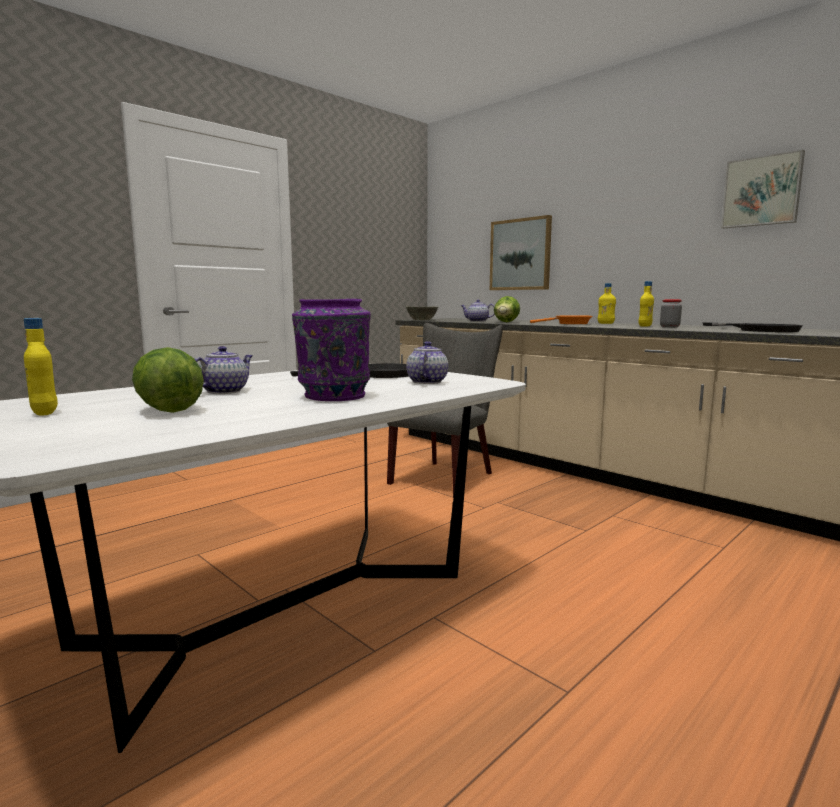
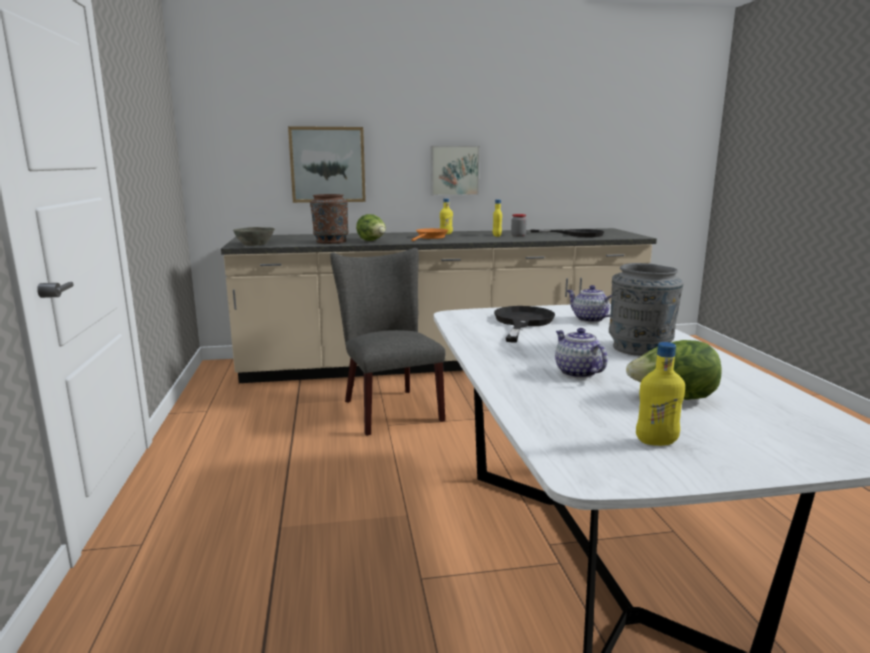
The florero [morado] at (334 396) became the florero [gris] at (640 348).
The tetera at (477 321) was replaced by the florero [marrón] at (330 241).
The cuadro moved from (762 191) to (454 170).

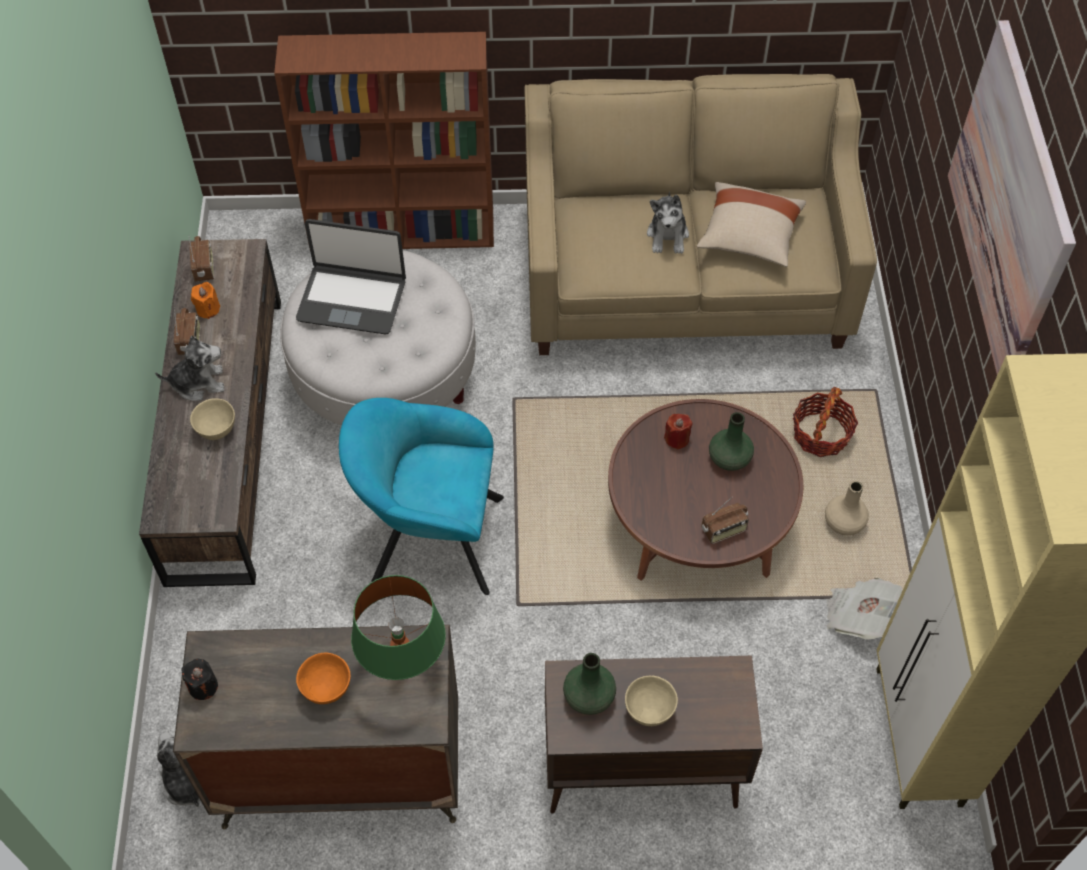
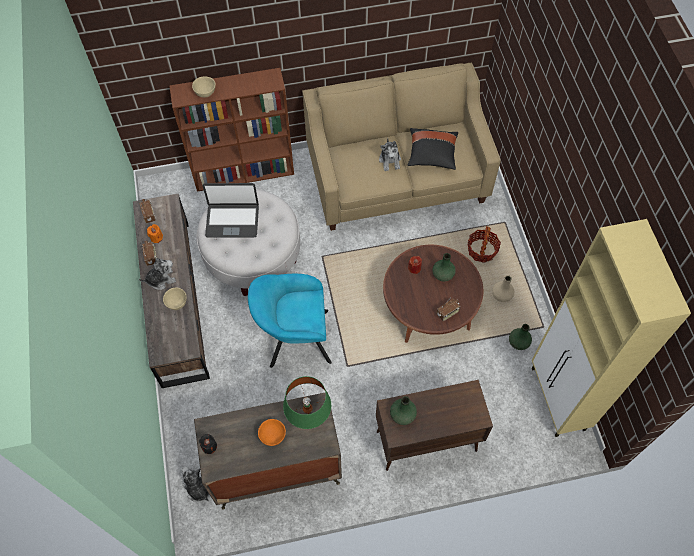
The cuenco [beis] moved from (650 710) to (206 93).
The cojín [beis] at (749 236) became the cojín [negro] at (431 155).
The periódico at (859 616) was replaced by the florero [verde] at (518 342).
The cuadro at (1009 205) disappeared.

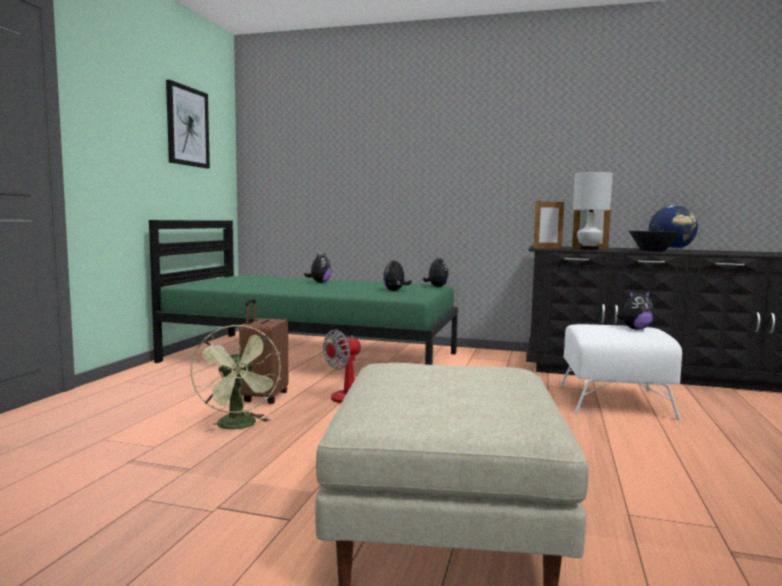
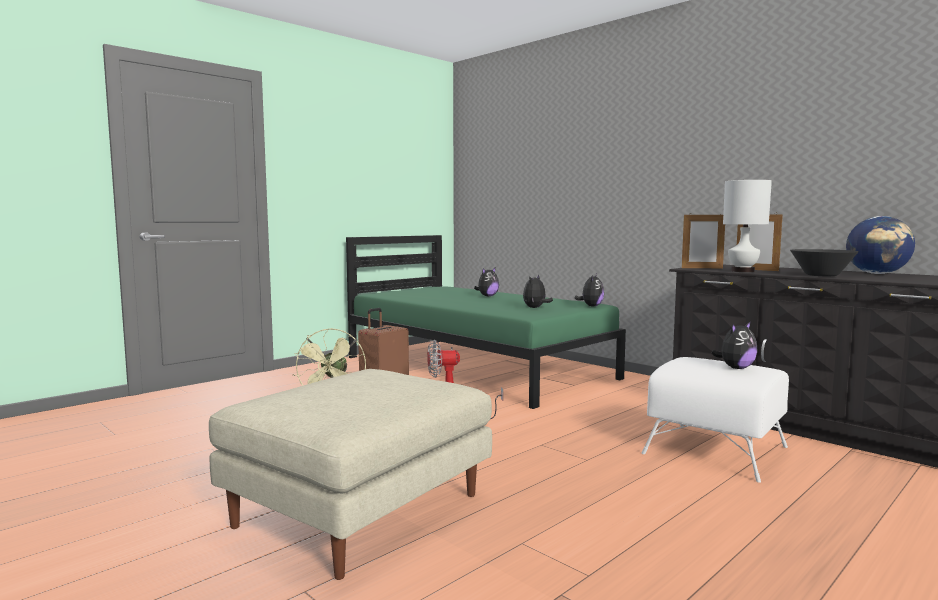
The cuadro at (187 126) disappeared.
The peluche at (635 329) turned 45 degrees counterclockwise.

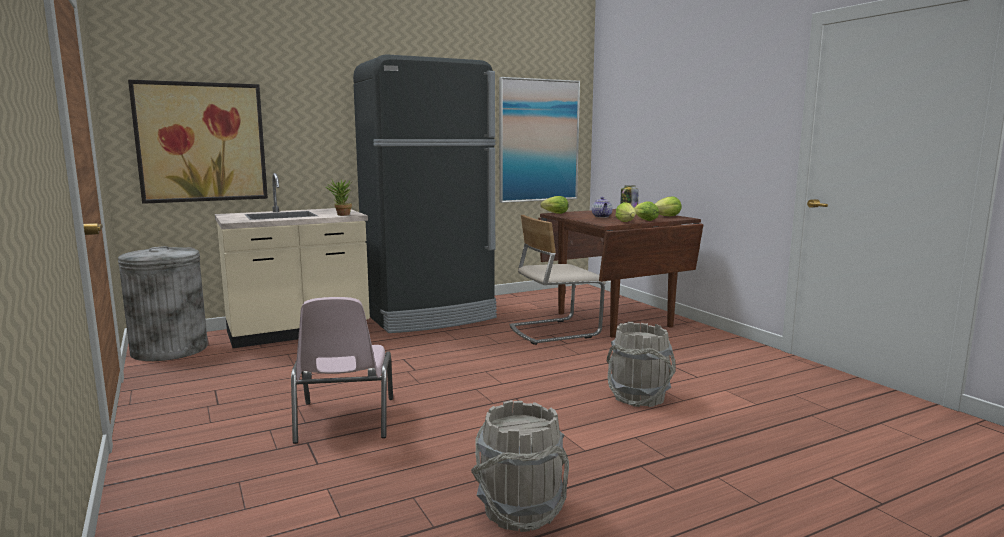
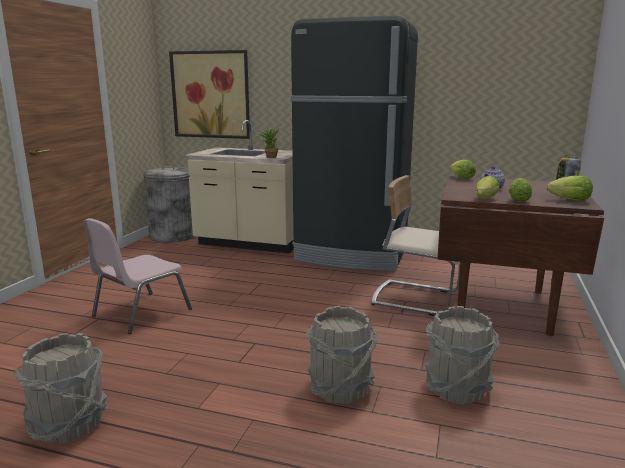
The cuadro at (539 140) disappeared.
The cubo [gris] at (456 389) appeared.

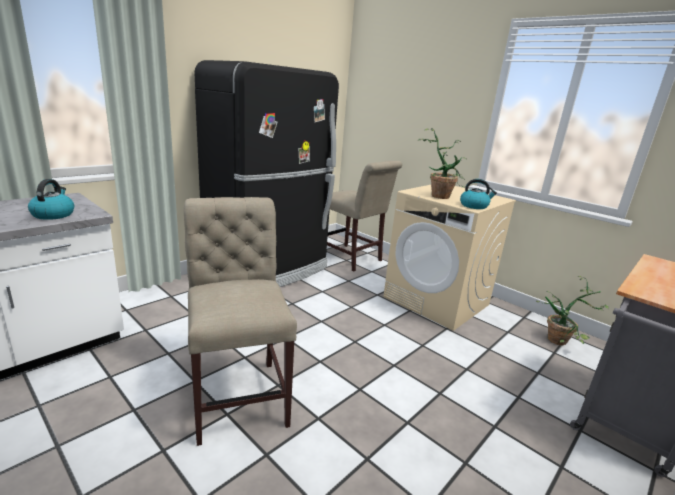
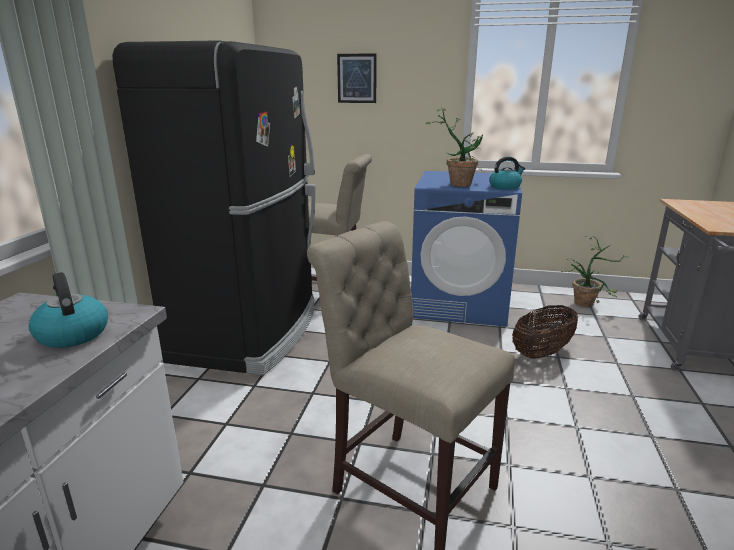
The lavadora [beis] at (437 301) became the lavadora [azul] at (460 303).
The cuadro at (357 78) appeared.
The cesta at (542 352) appeared.

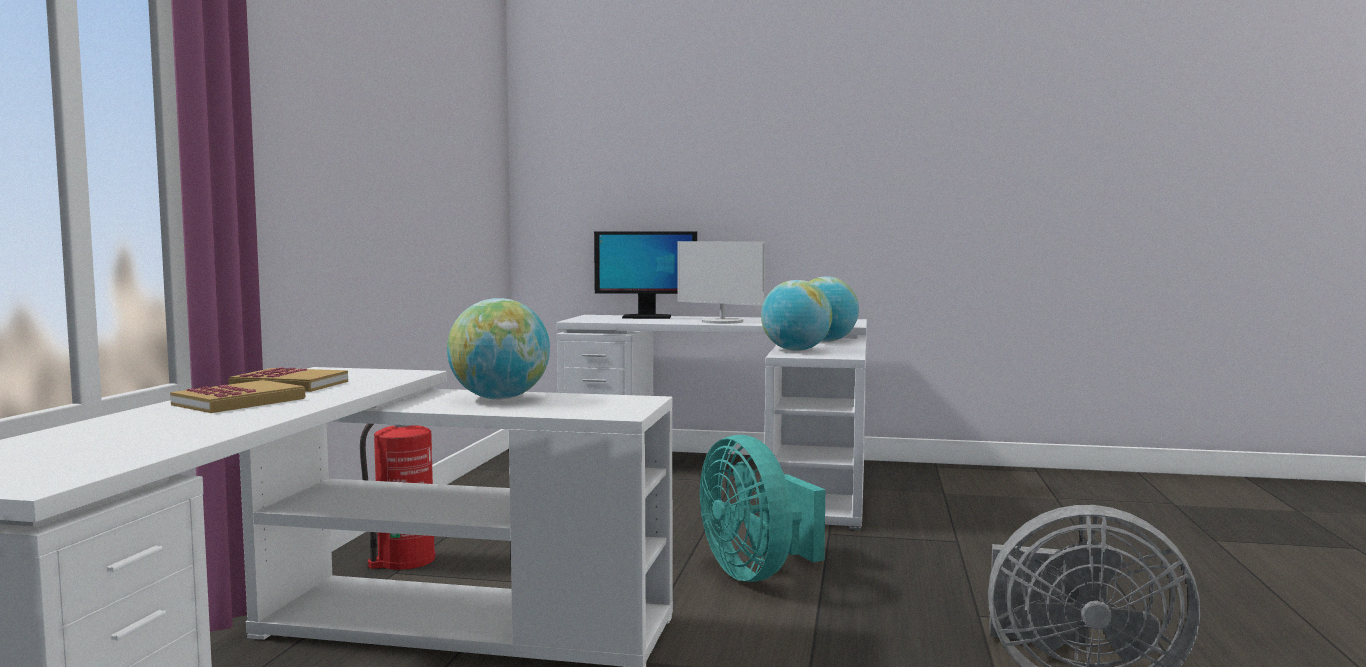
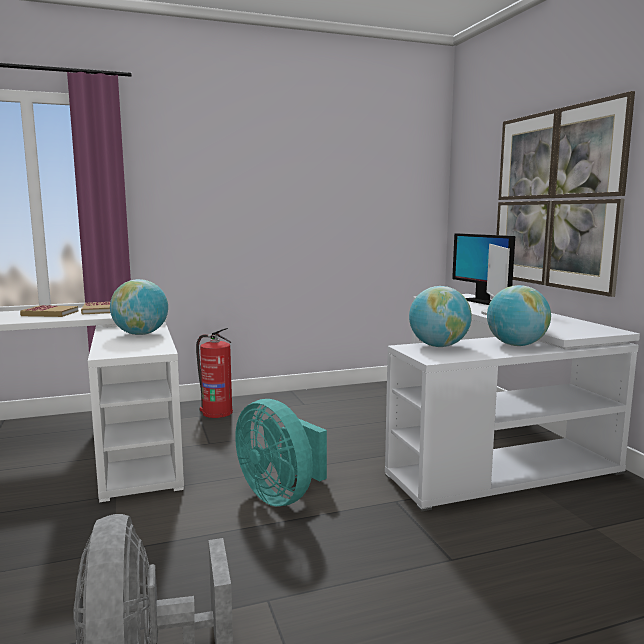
The ventilador [turquesa] at (756 573) turned 75 degrees counterclockwise.
The cuadro at (555 199) appeared.

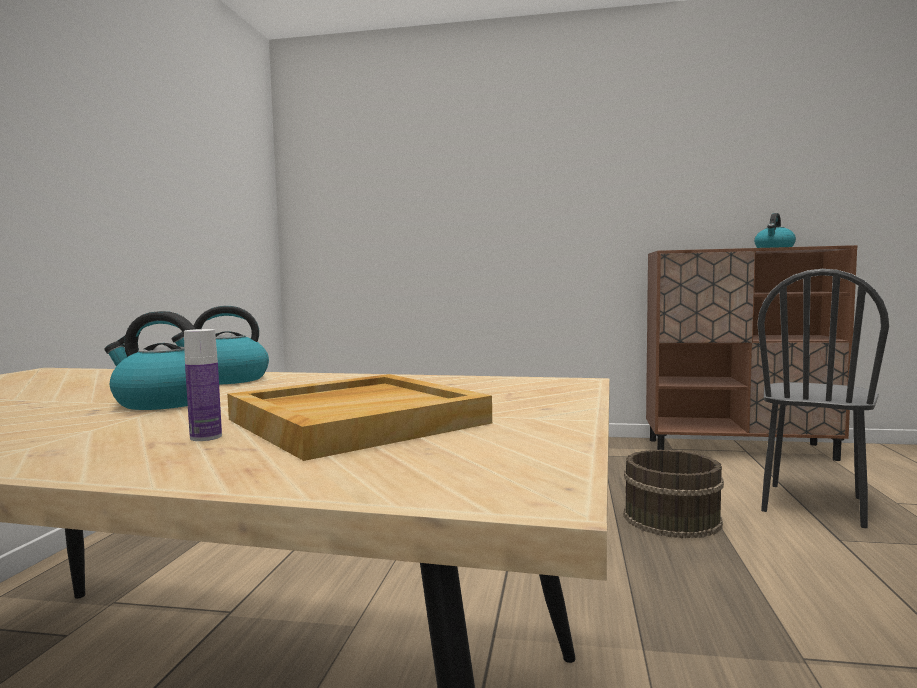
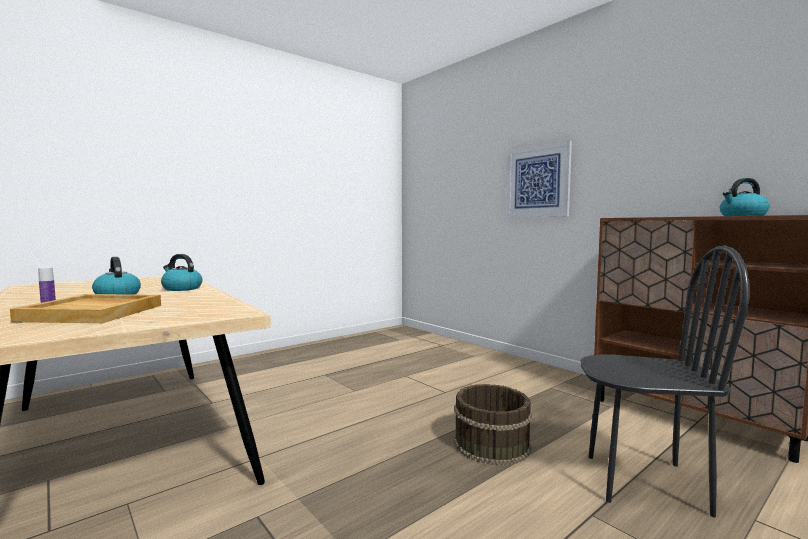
The silla [negro] at (813 505) turned 150 degrees counterclockwise.
The cuadro at (537 181) appeared.

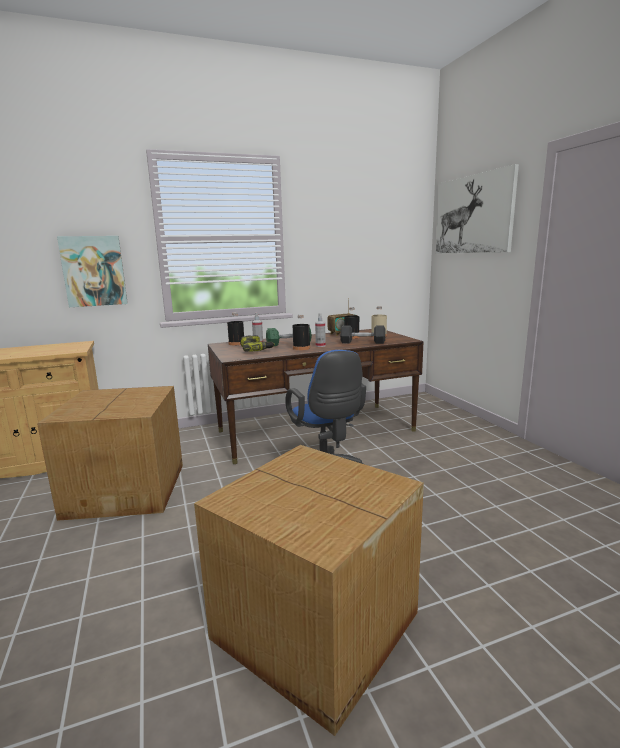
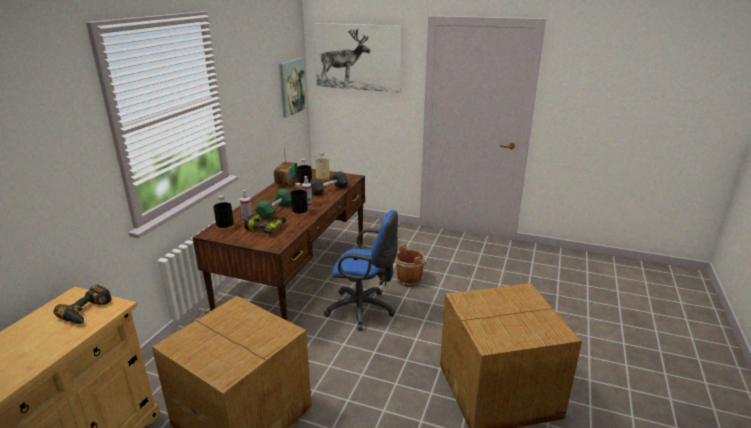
The cuadro moved from (94 271) to (291 87).
The taladro at (88 312) appeared.
The cubo [marrón] at (410 279) appeared.

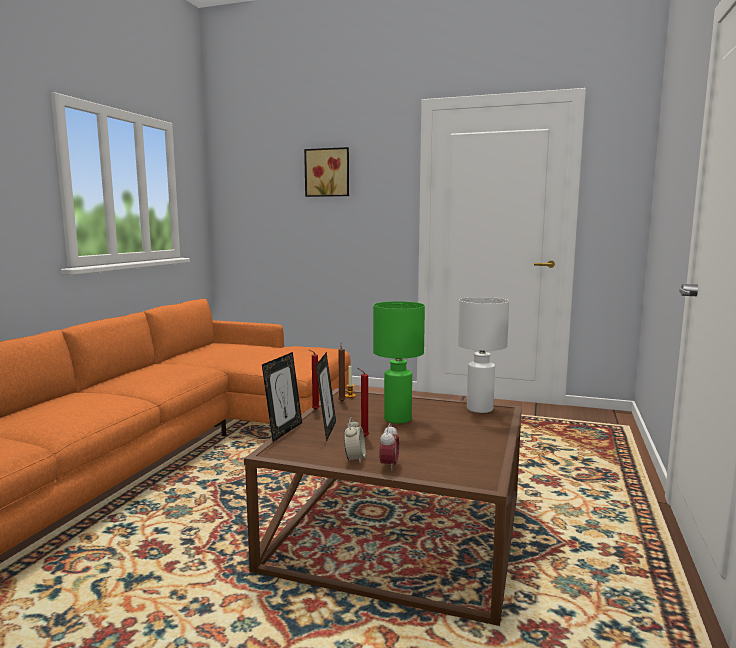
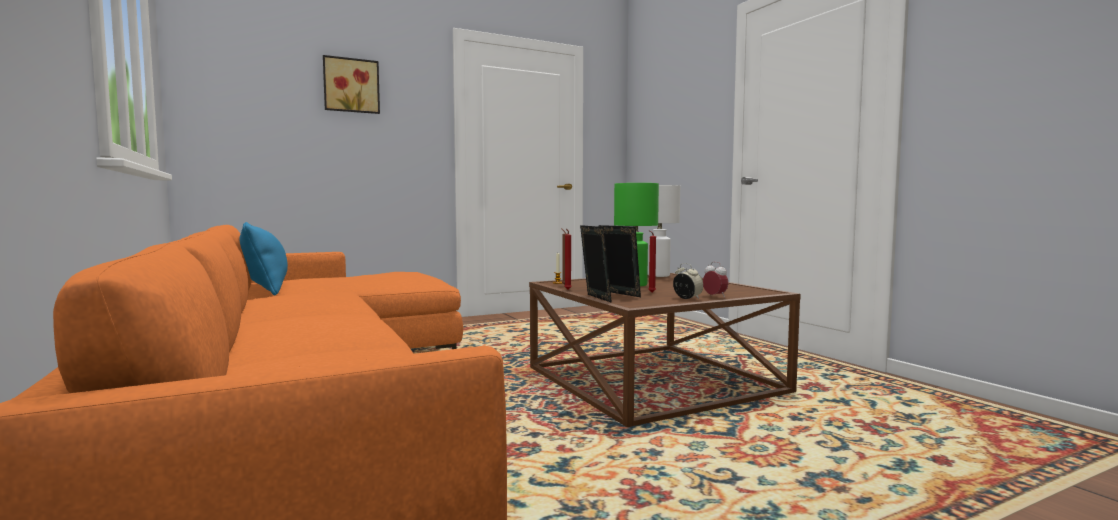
The cojín [azul] at (263 287) appeared.

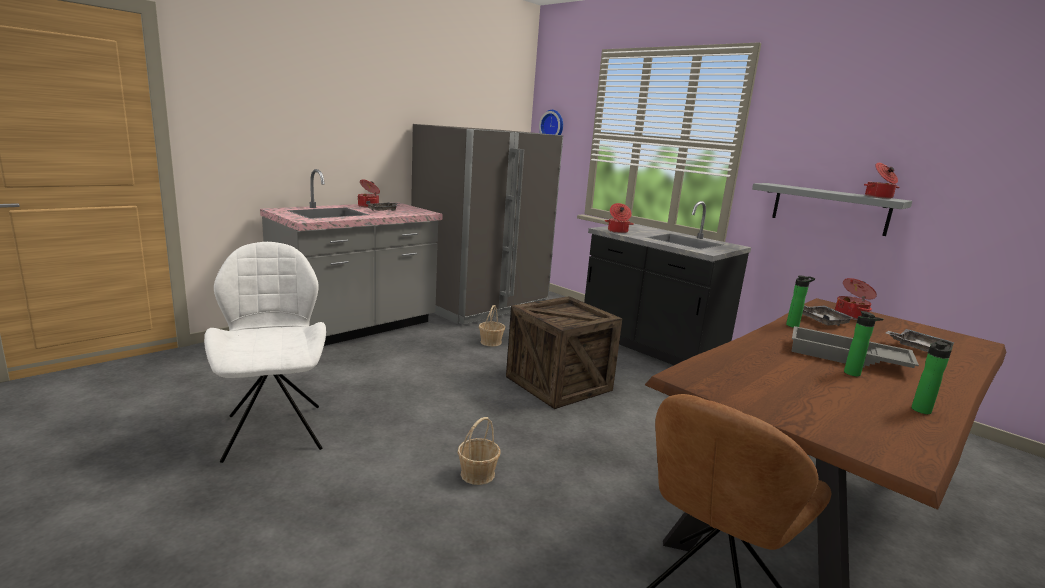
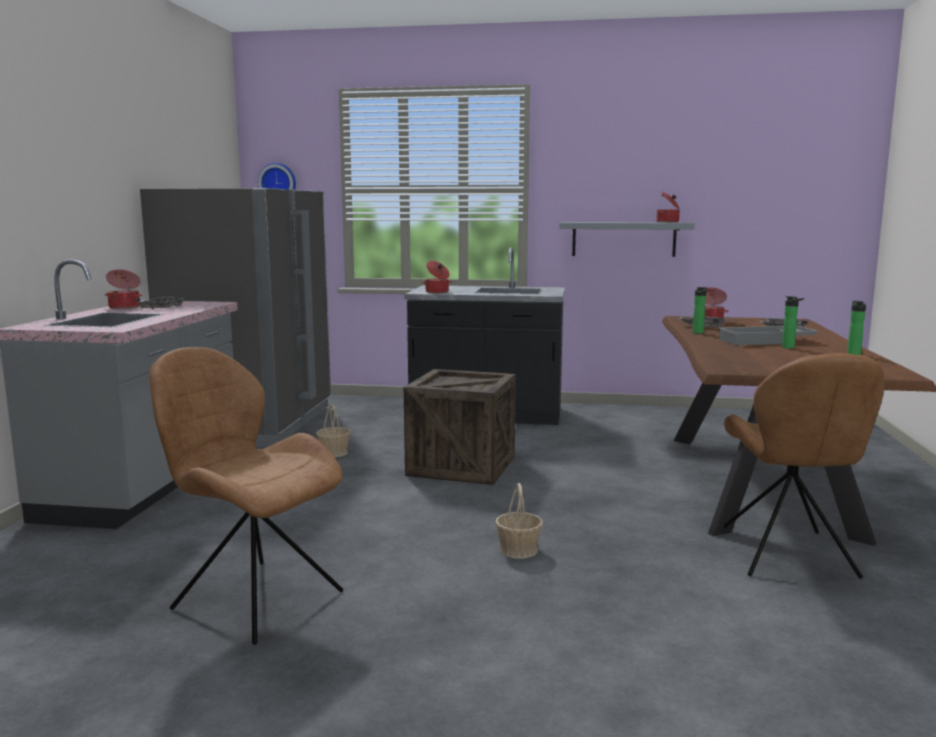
The silla [blanco] at (274 430) became the silla [marrón] at (254 598).

